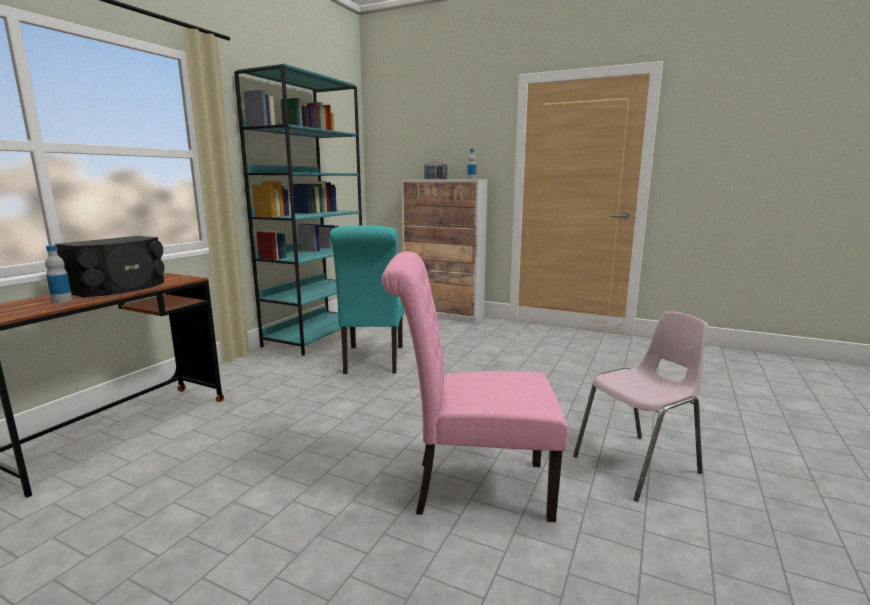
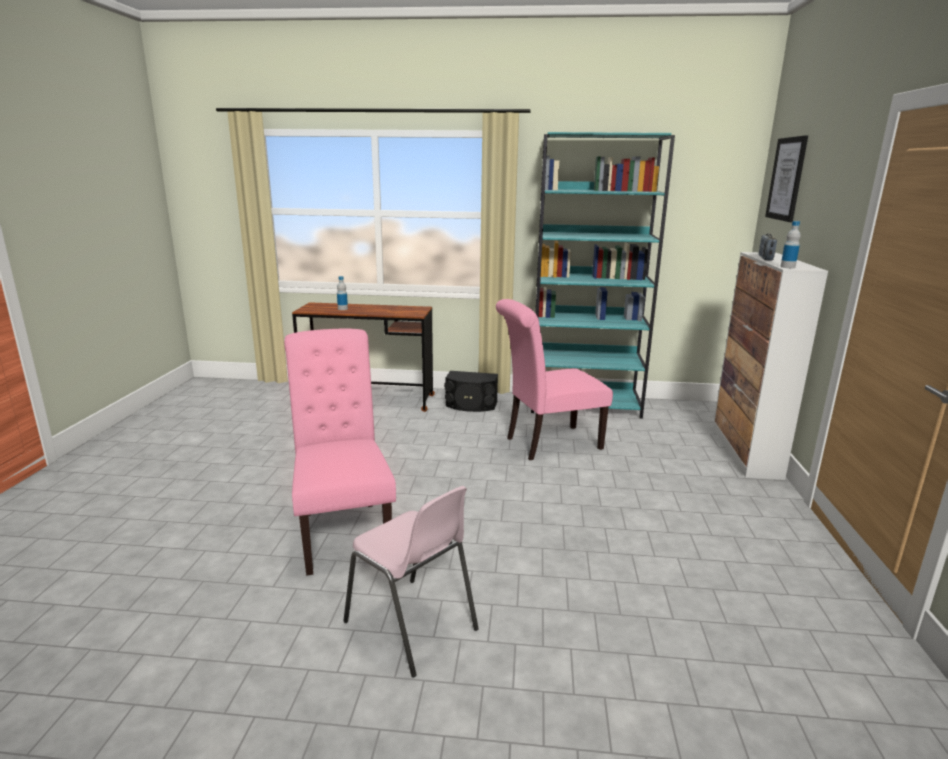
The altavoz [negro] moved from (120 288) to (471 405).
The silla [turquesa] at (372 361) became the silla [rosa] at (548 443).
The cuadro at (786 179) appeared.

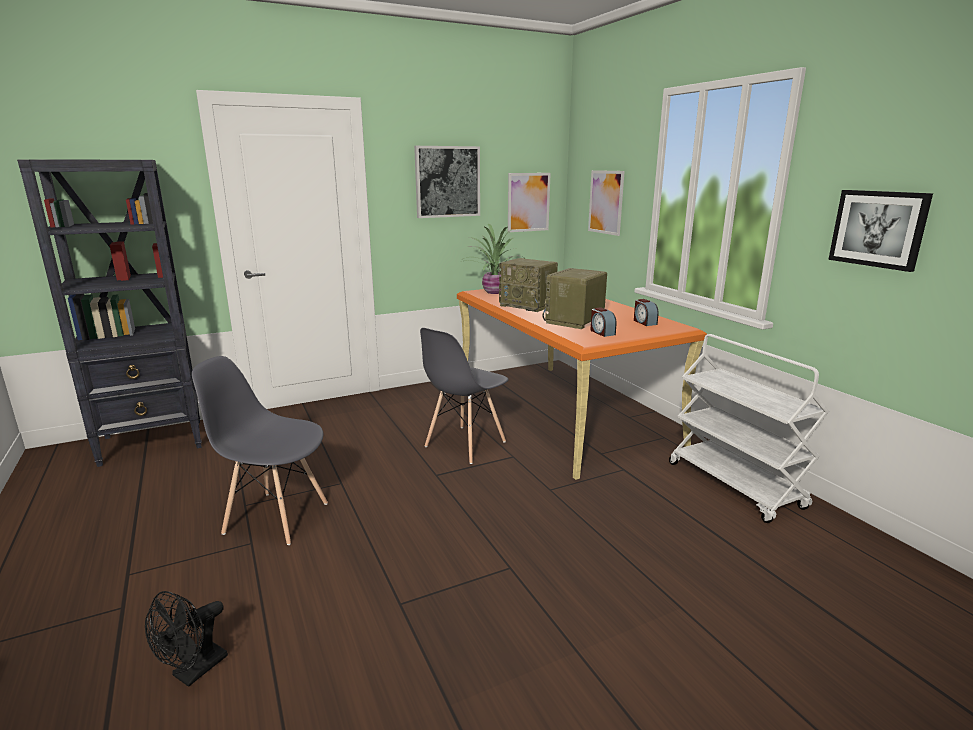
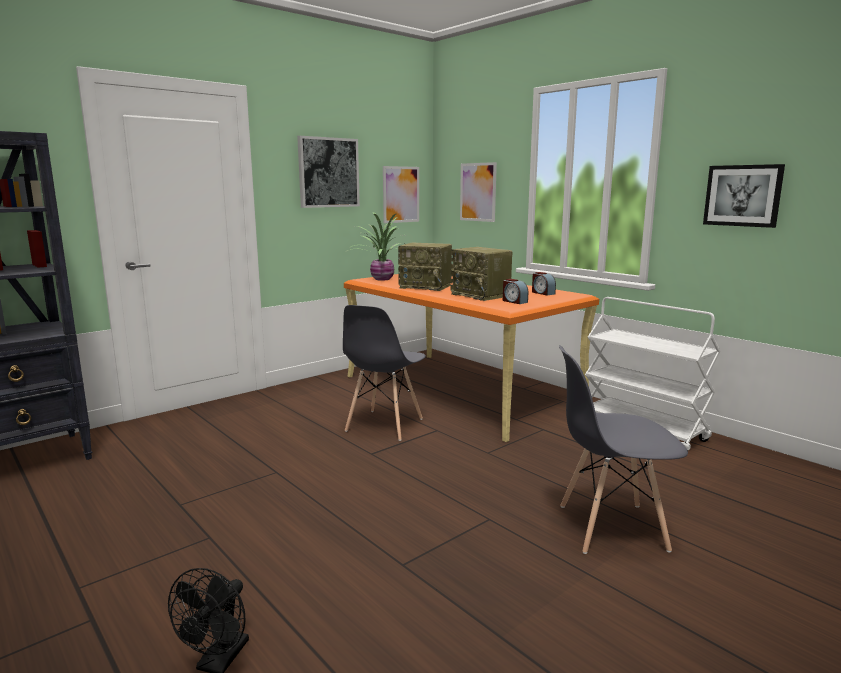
The silla [gris] moved from (276 517) to (610 527).
The radio at (574 321) turned 60 degrees counterclockwise.

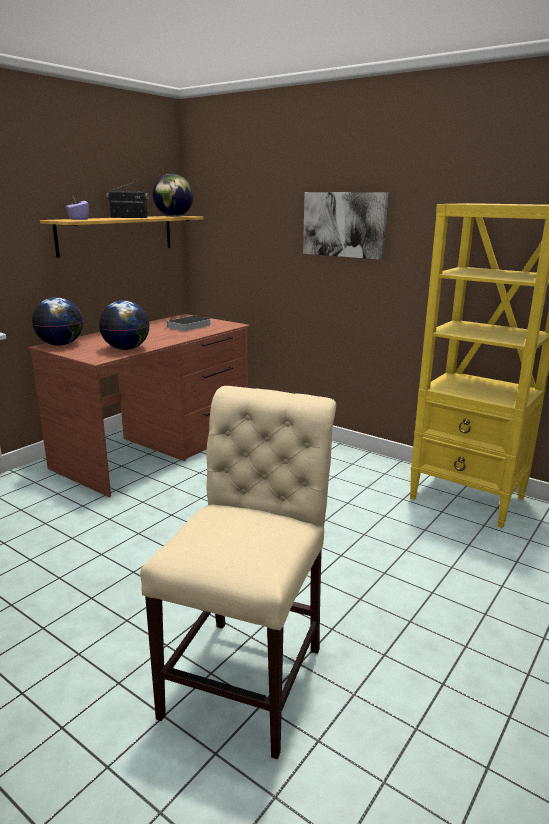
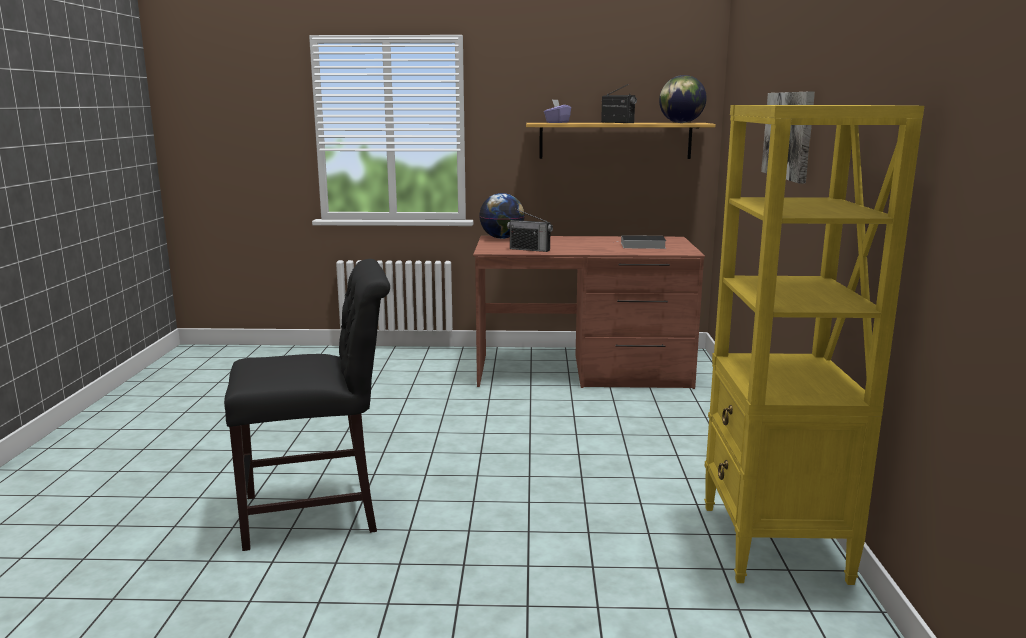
The globo terráqueo at (126 349) was replaced by the radio at (530 249).
The silla [beis] at (249 674) became the silla [negro] at (320 513).

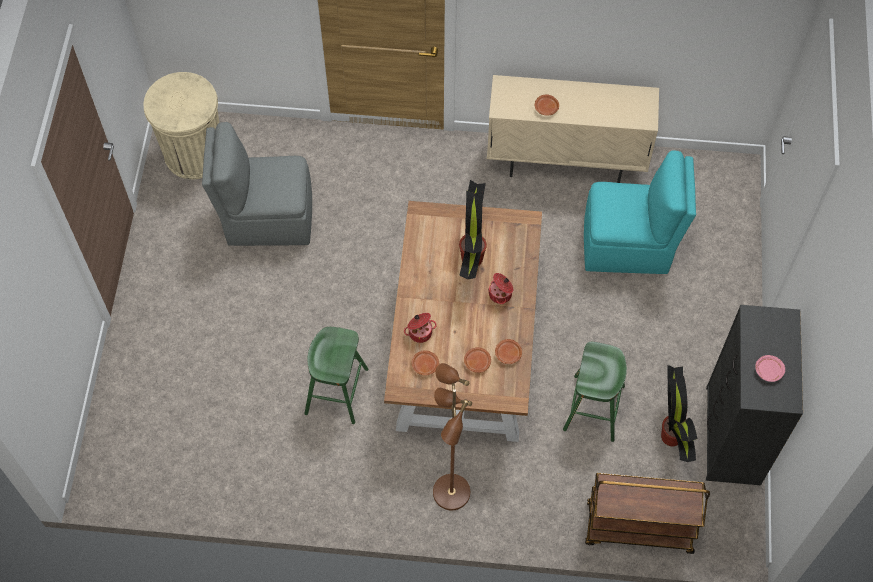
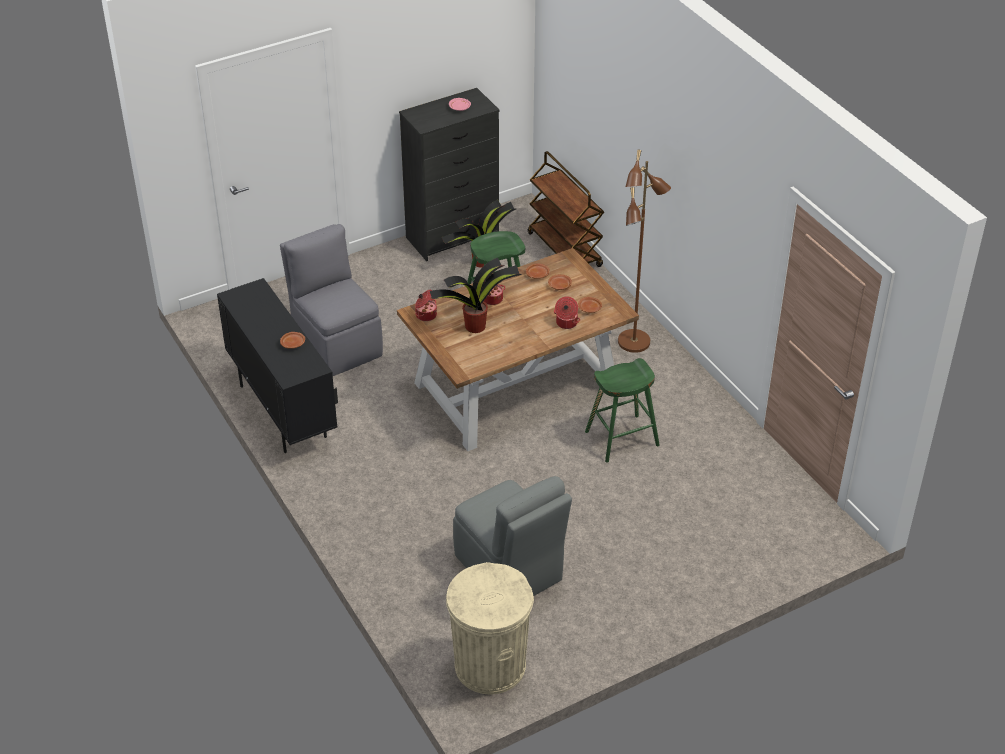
The armario [beis] at (566 162) became the armario [negro] at (282 411).
The silla [turquesa] at (629 245) became the silla [gris] at (336 343).
The olla at (425 315) appeared.

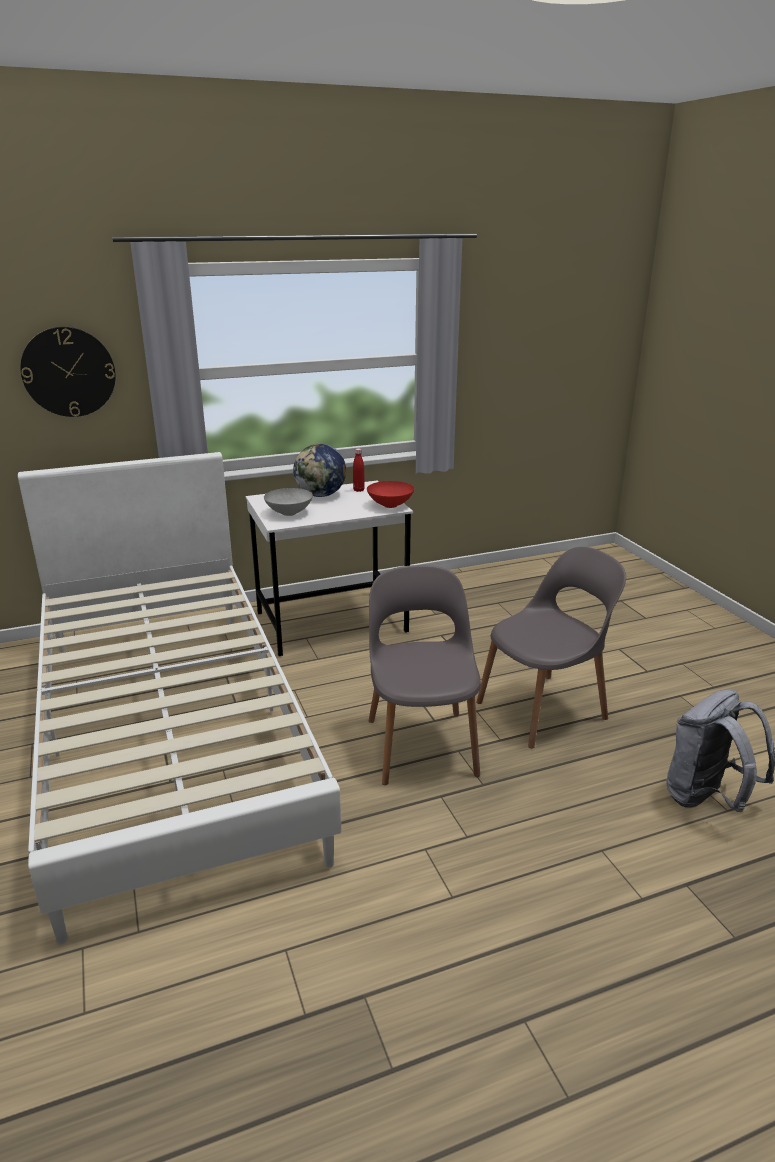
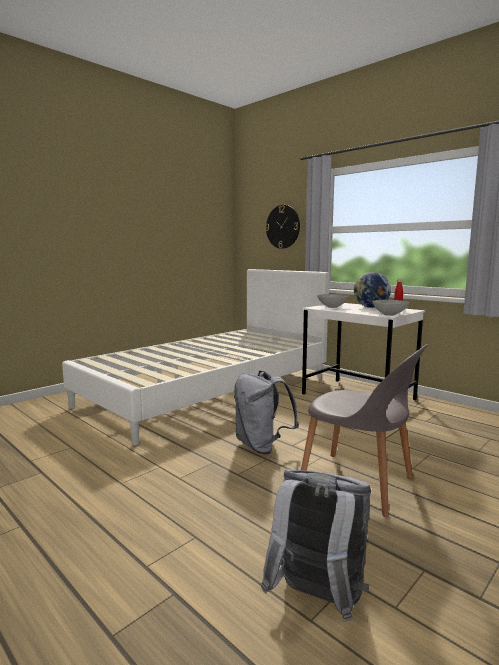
The cuenco [rojo] at (390 505) became the cuenco [gris] at (390 314).
The silla [gris] at (421 744) was replaced by the mochila [gris] at (262 446).

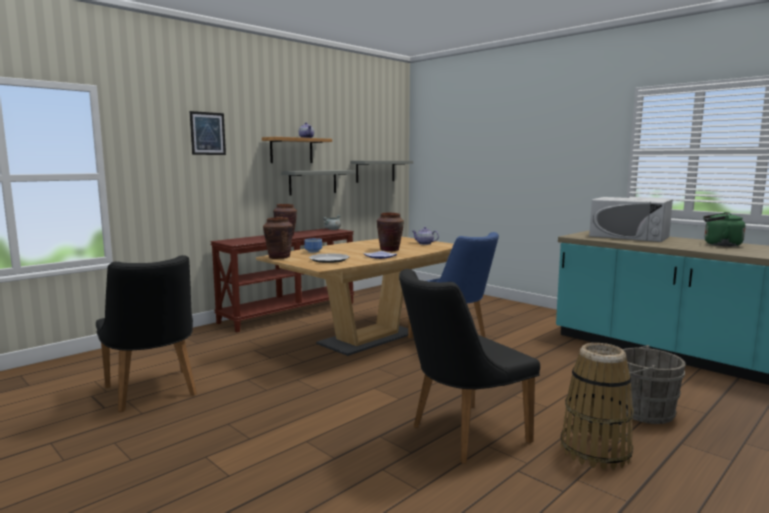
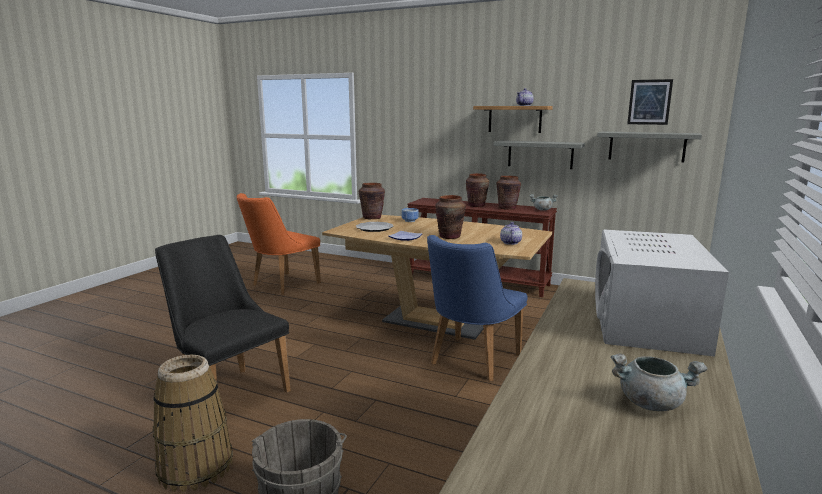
The silla [negro] at (153 393) became the silla [naranja] at (280 285).
The cuadro moved from (207 133) to (649 102).
The hervidor [verde] at (720 244) was replaced by the olla [gris] at (651 402).
The florero [marrón] at (507 208) appeared.

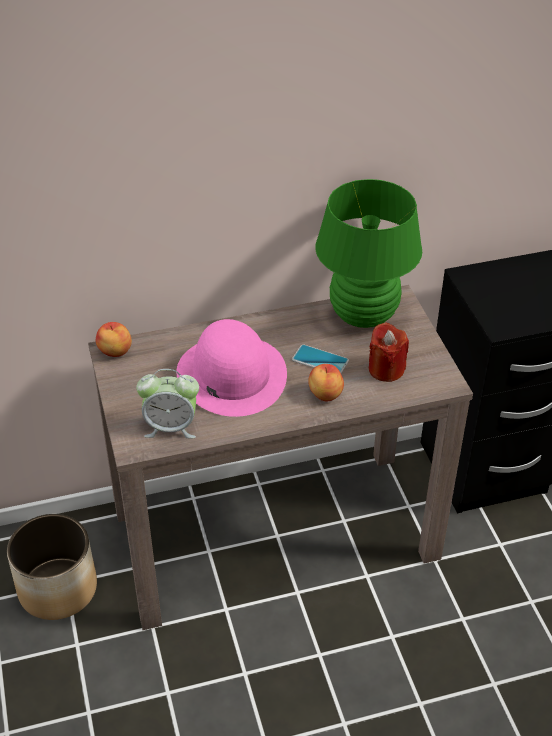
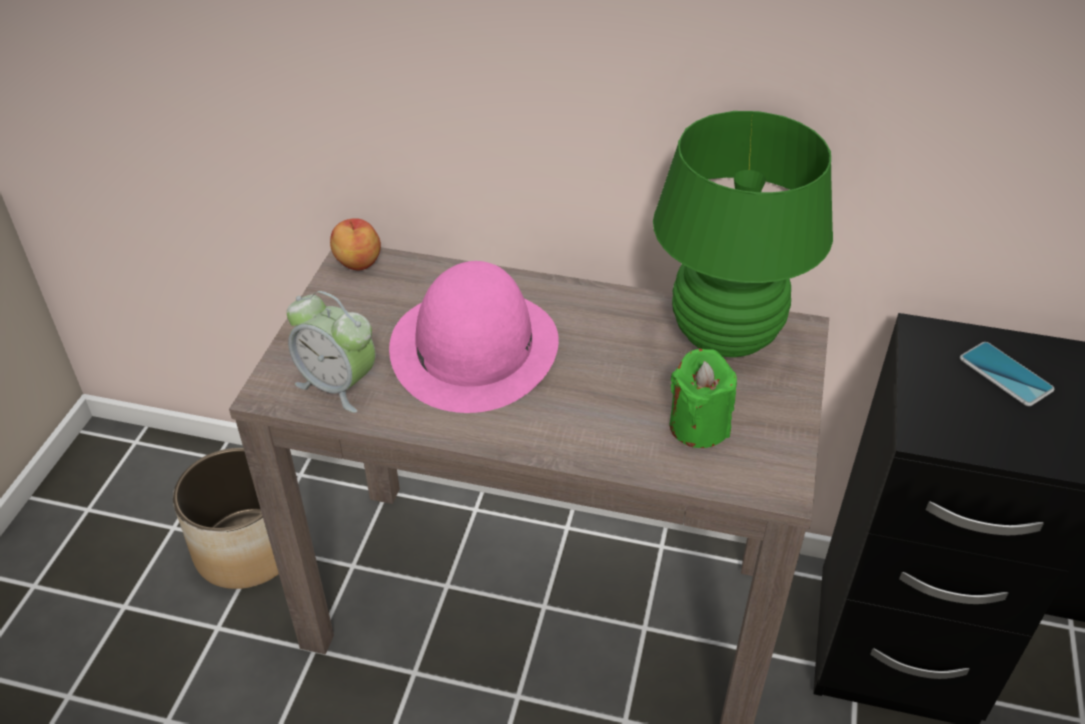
The móvil moved from (320 360) to (1005 374).
The manzana at (324 394) disappeared.
The vela [rojo] at (386 369) became the vela [verde] at (698 426).

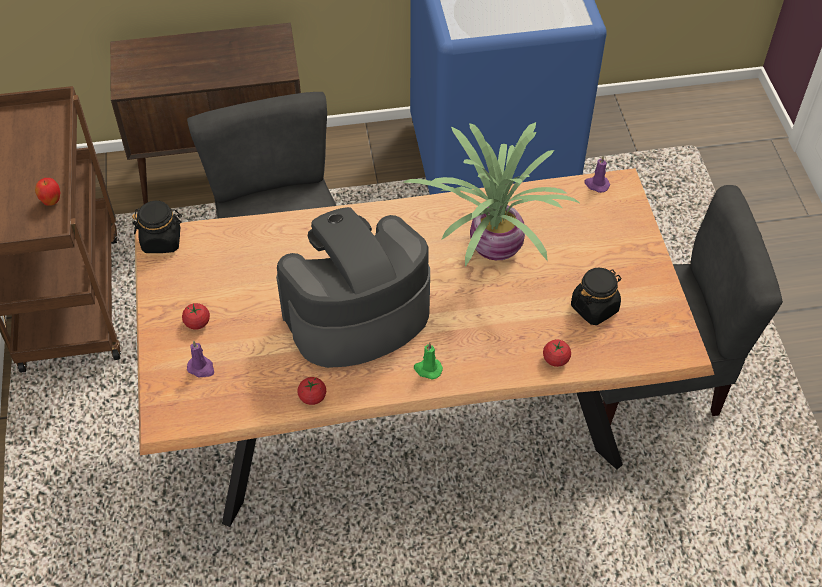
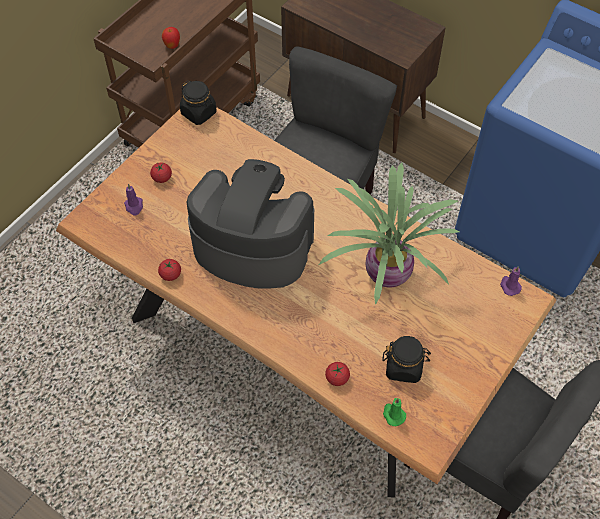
The vela [verde] moved from (427 369) to (393 414).

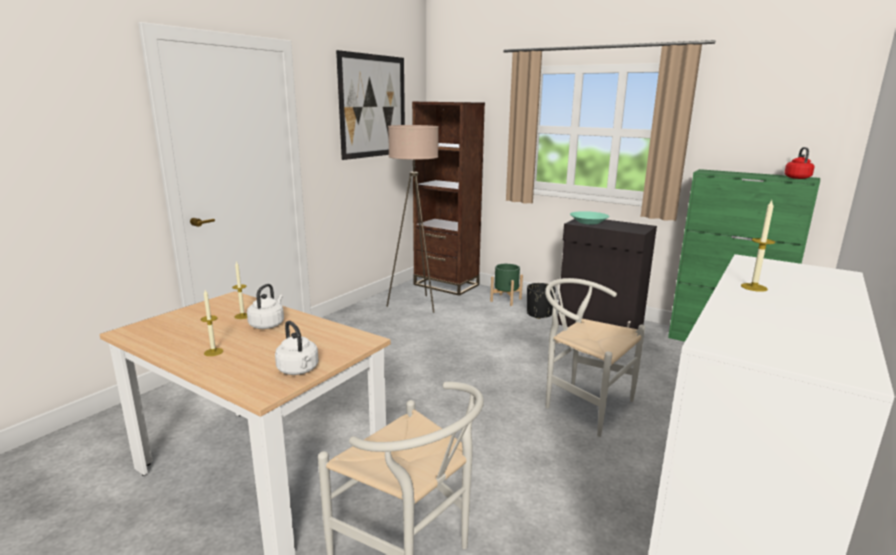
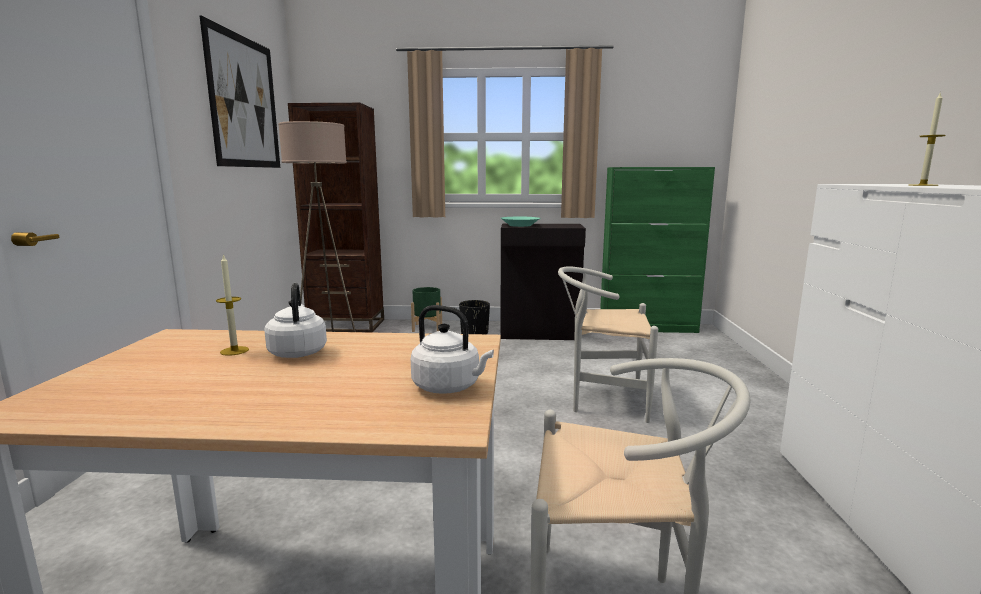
The vela at (213 352) disappeared.
The hervidor [rojo] at (796 178) disappeared.

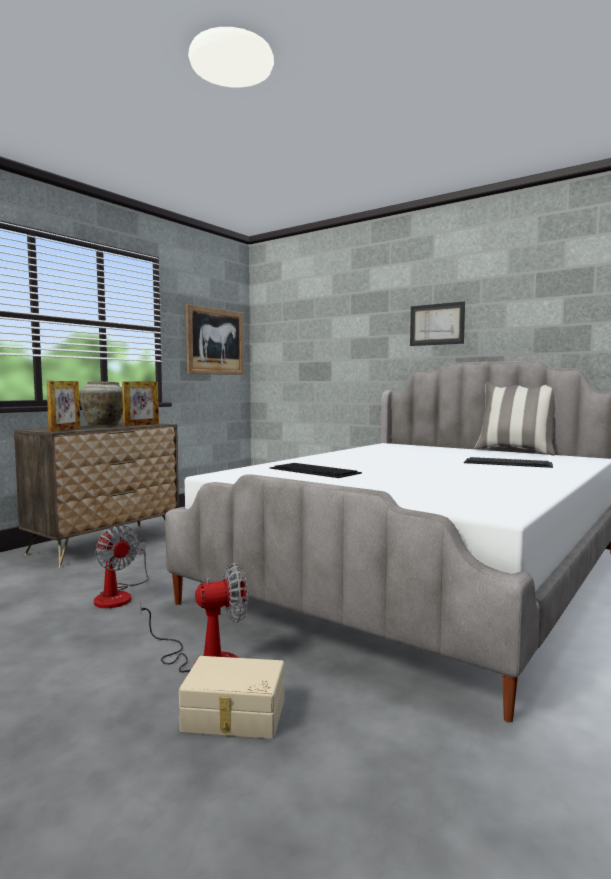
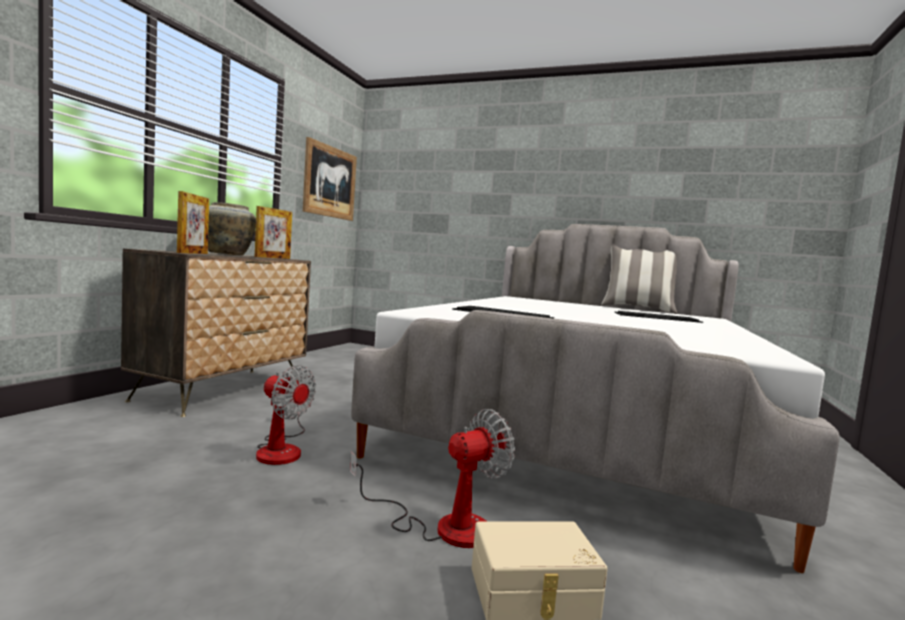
The cuadro at (437 324) disappeared.

